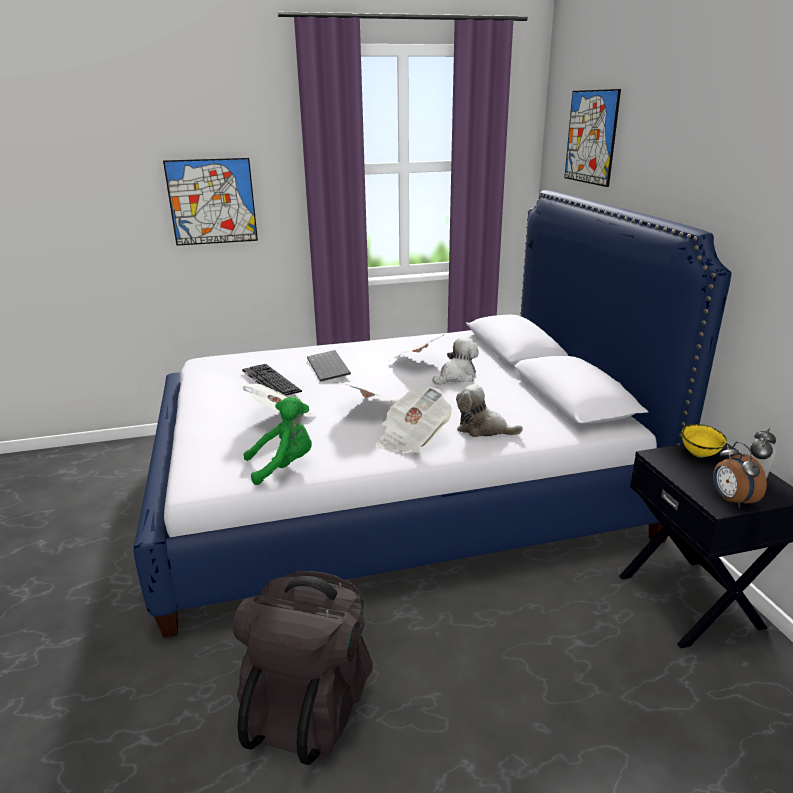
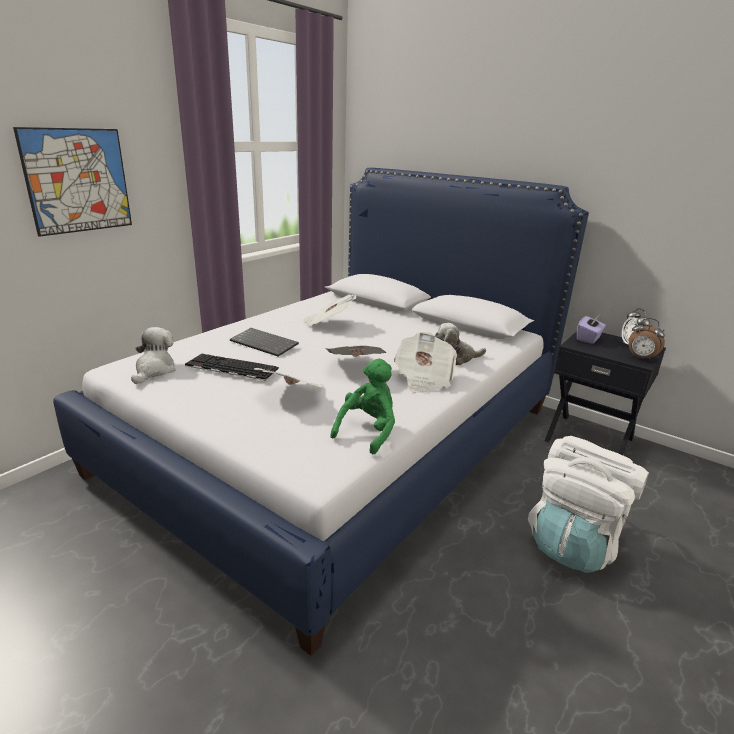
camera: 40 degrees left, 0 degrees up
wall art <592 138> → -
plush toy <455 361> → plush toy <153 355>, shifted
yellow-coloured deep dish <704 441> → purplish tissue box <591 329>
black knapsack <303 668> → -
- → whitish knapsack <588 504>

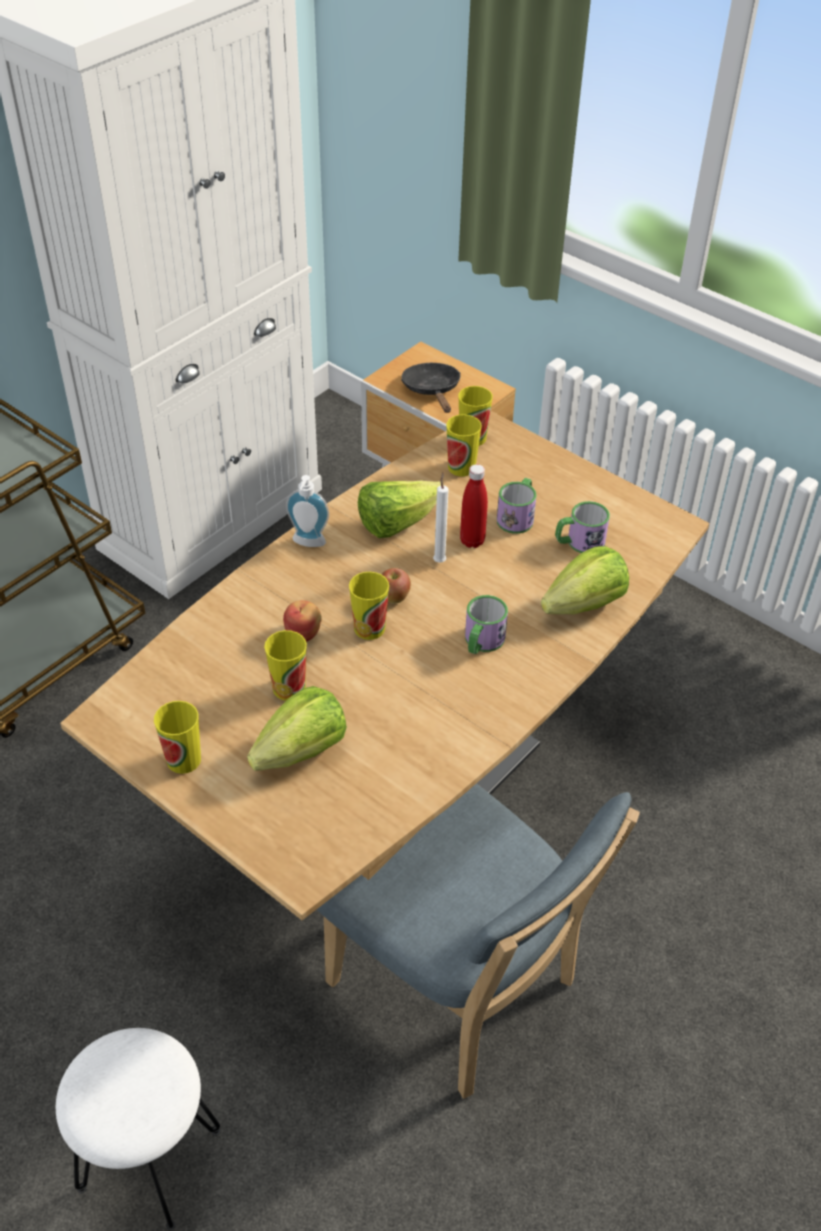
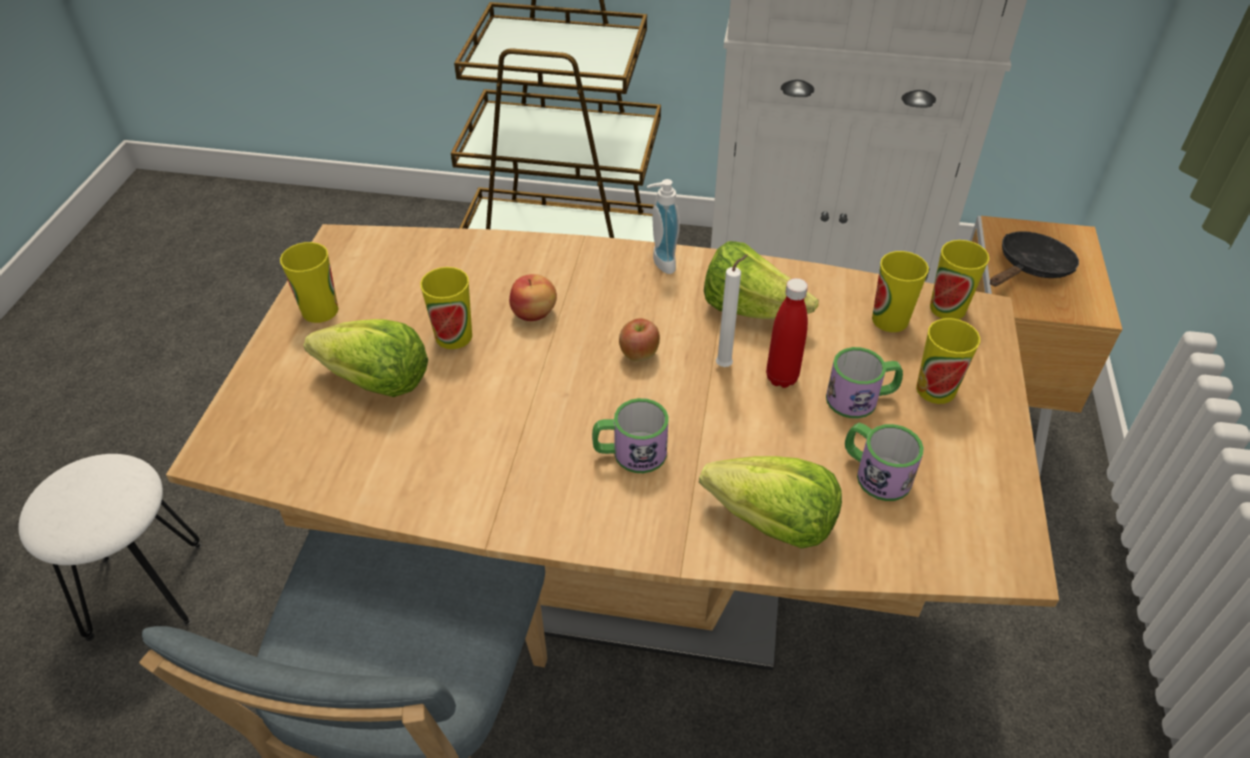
camera: 60 degrees right, 0 degrees up
small cup <369 606> → small cup <948 361>, shifted

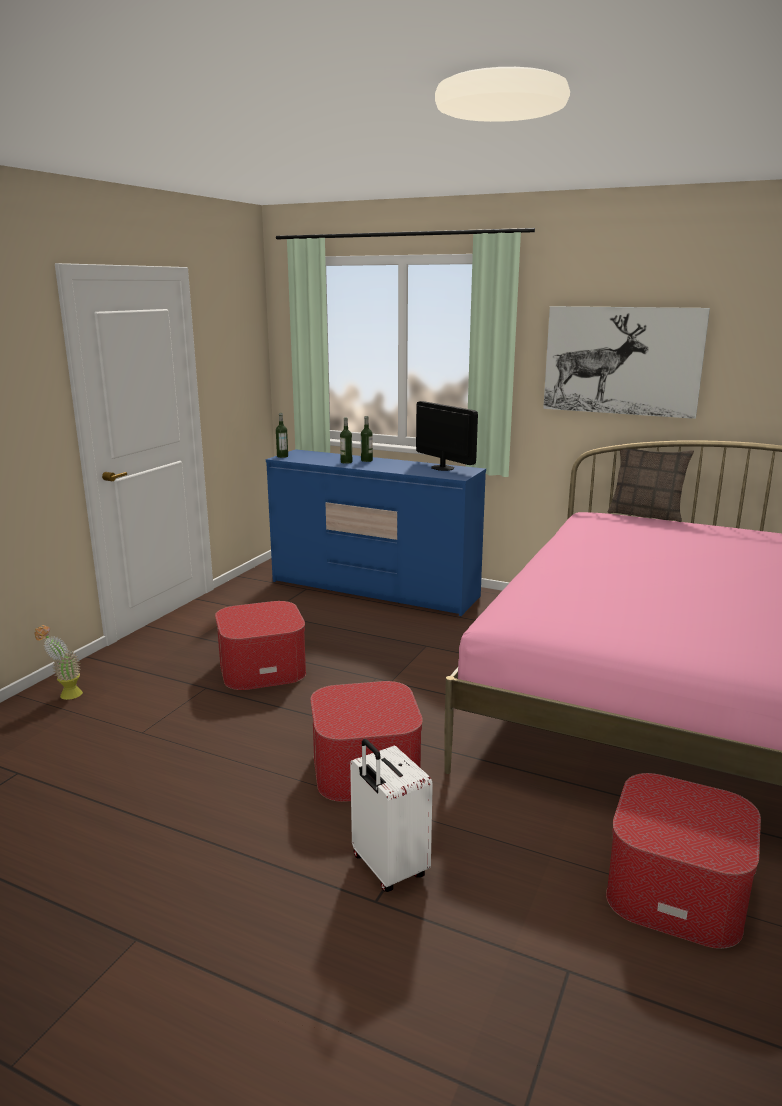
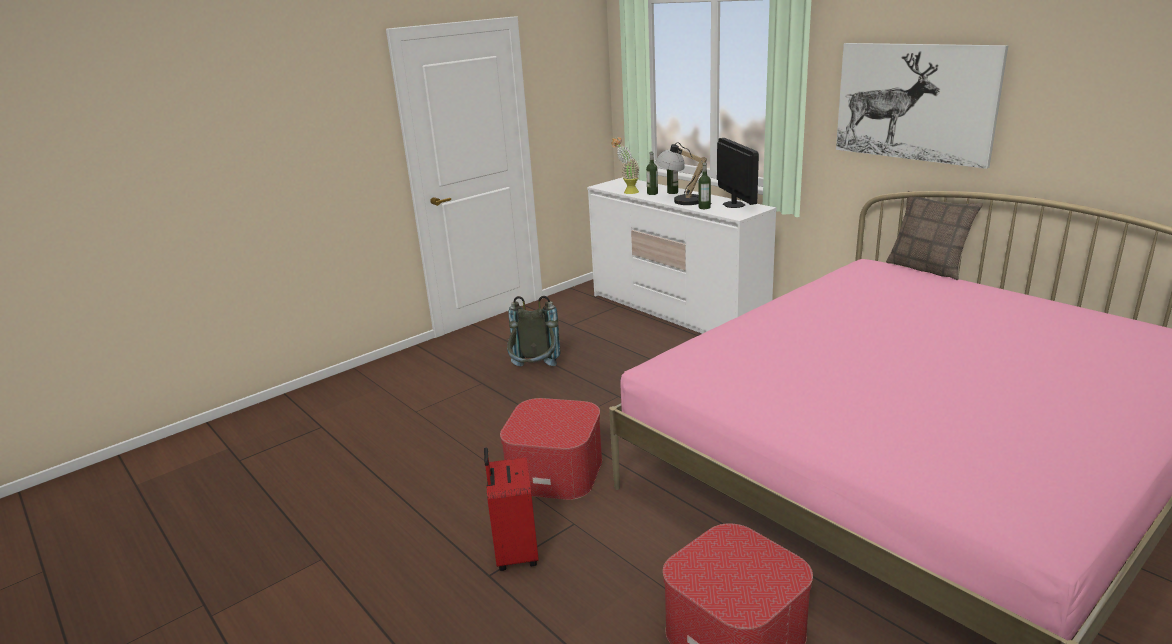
camera: 25 degrees right, 5 degrees up
bottle <282 435> → bottle <705 185>, shifted
bluish drawer chest <376 533> → whitish drawer chest <682 255>
footrest <260 645> → greyish knapsack <534 331>
potted plant <59 662> → potted plant <625 165>, shifted
whitish piece of luggage <391 815> → reddish piece of luggage <511 509>
- → lamp for a table <684 173>

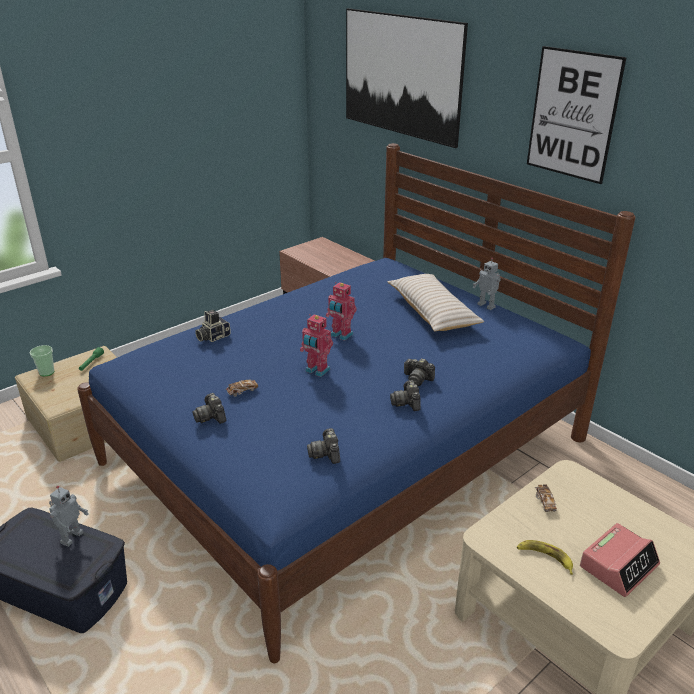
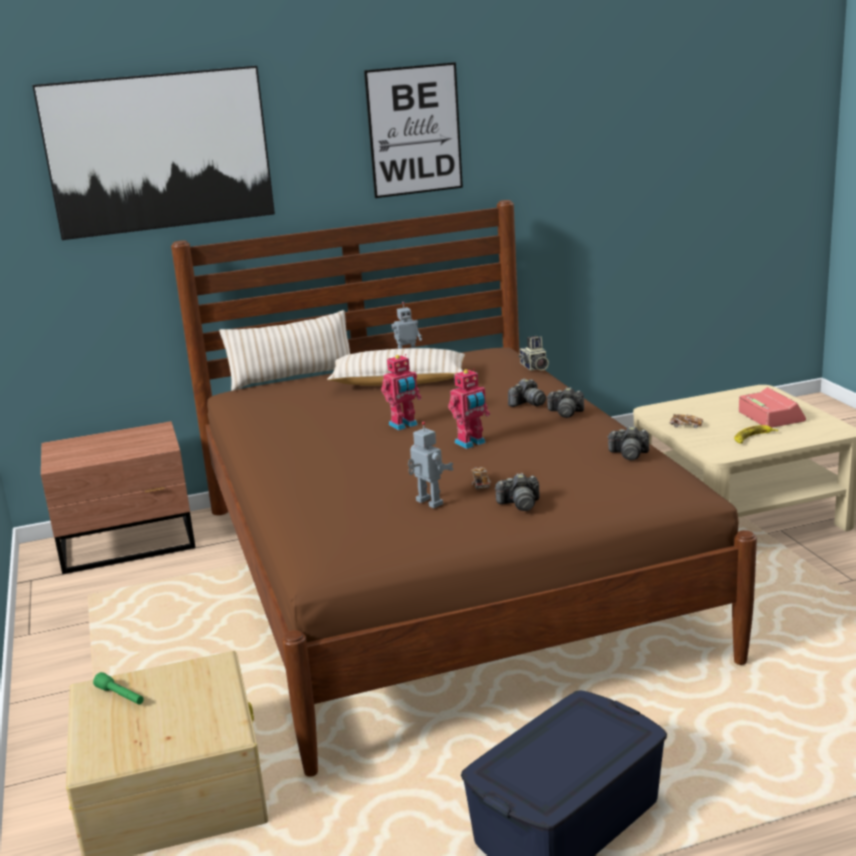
camera: 65 degrees left, 10 degrees down
bluish sleeping bed <356 403> → brownish sleeping bed <464 488>
still camera <213 326> → still camera <534 353>, shifted
small cup <42 360> → -
robot figure <69 516> → robot figure <431 464>, shifted
- → beige-coloured throw pillow <284 350>

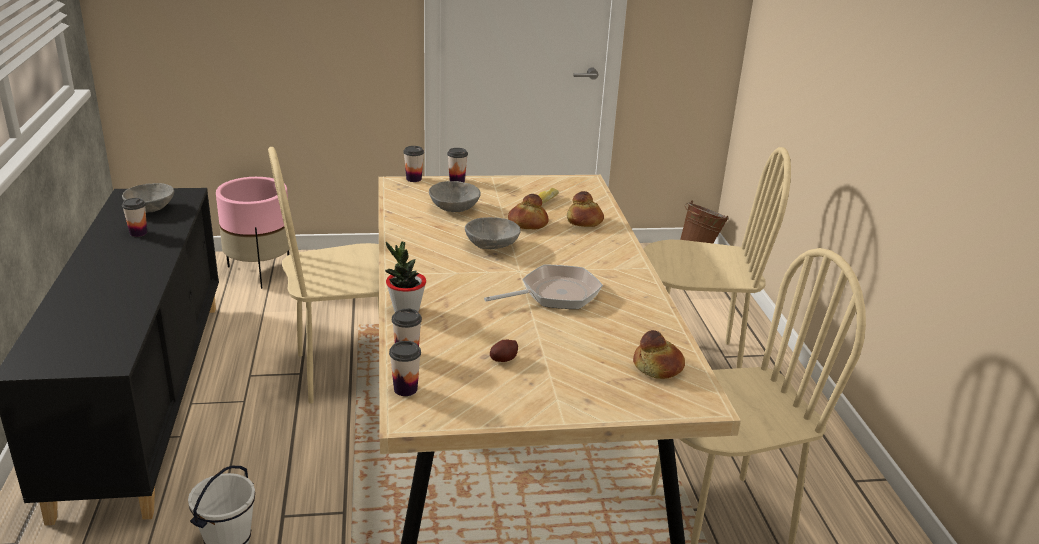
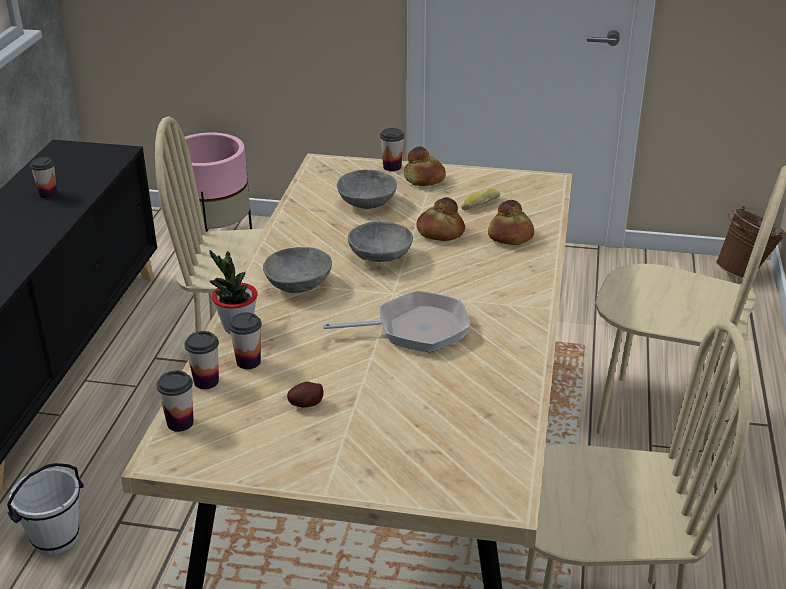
camera: 20 degrees right, 5 degrees up
small cup <413 164> → small cup <245 340>, shifted
greyish deep dish <148 198> → greyish deep dish <297 270>, shifted
bakery bread <659 354> → bakery bread <425 166>, shifted

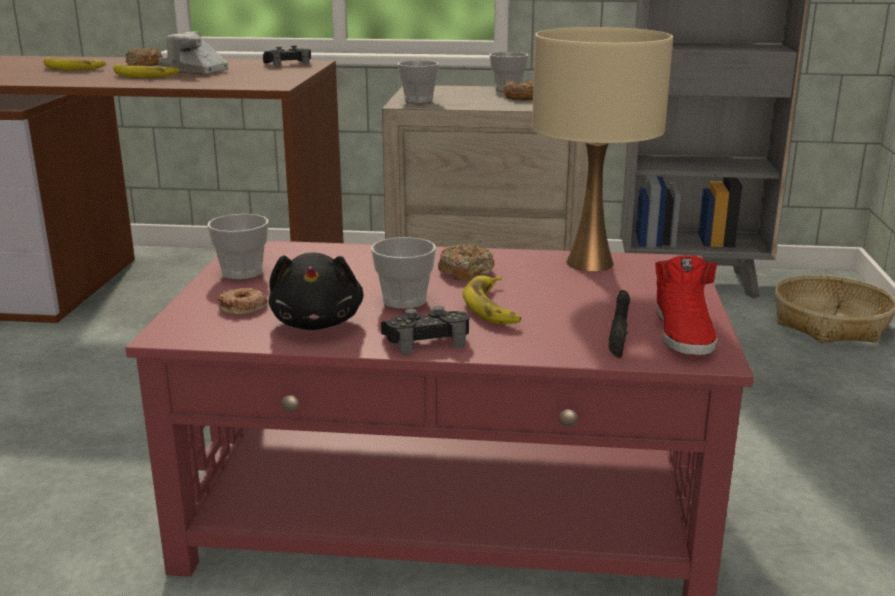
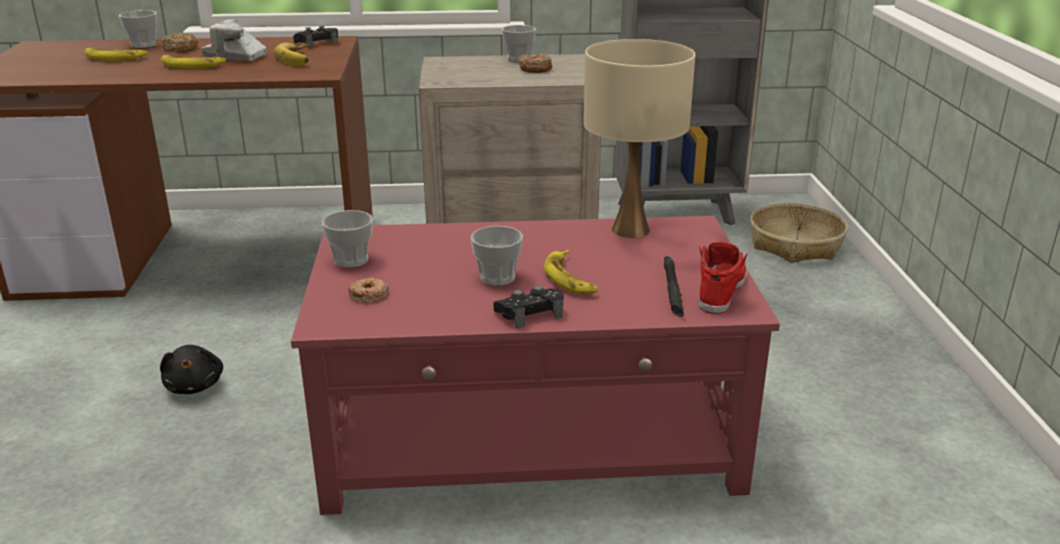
camera: 10 degrees left, 5 degrees up
small cup <418 81> → small cup <138 29>, shifted
donut <466 262> → -
black plush toy <316 291> → black plush toy <191 369>, shifted
reddish item of footwear <686 305> → reddish item of footwear <723 278>, 150 degrees counterclockwise
- → banana <291 54>

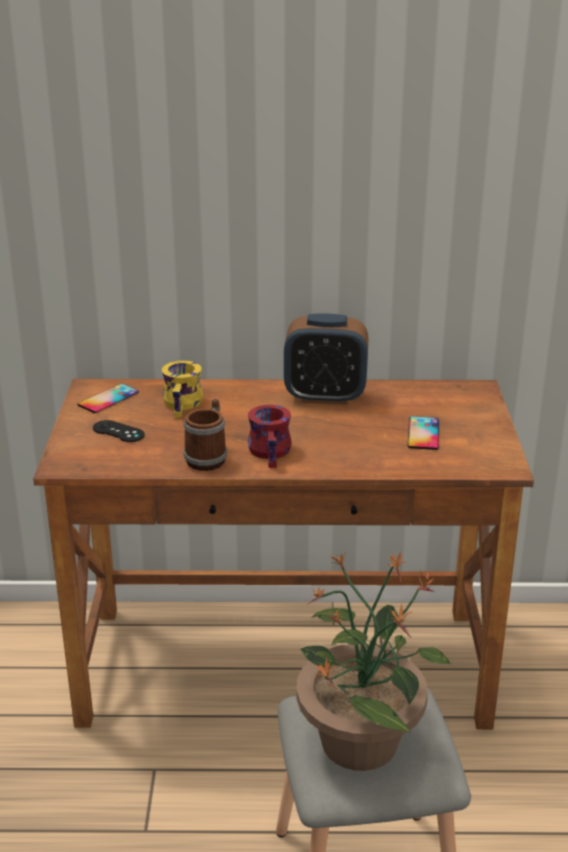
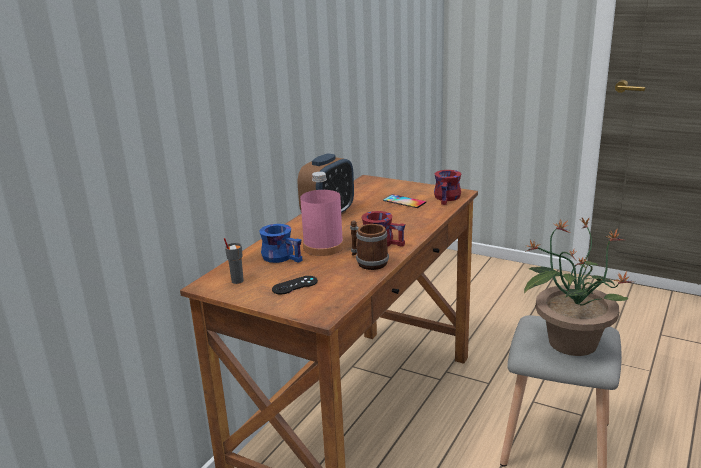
camera: 60 degrees left, 5 degrees down
yellow-coloured mug <182 389> → bluish mug <280 243>
phone <108 398> → greyish small cup <234 261>
- → reddish mug <447 187>
- → pink-coloured bottle <322 214>

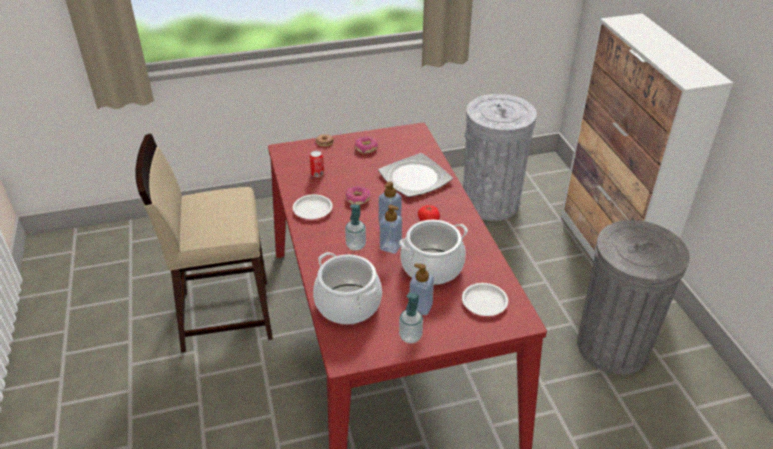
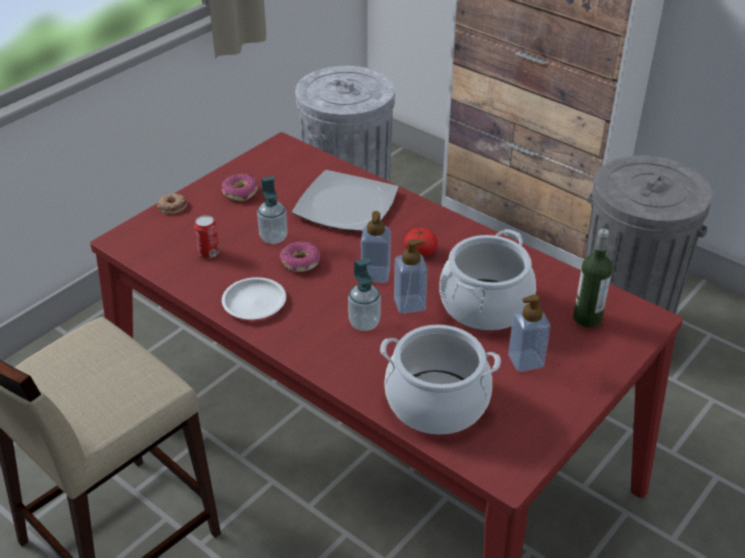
camera: 35 degrees left, 0 degrees up
whitish dinner plate <485 299> → bottle <593 278>
soap dispenser <411 318> → soap dispenser <272 210>, shifted

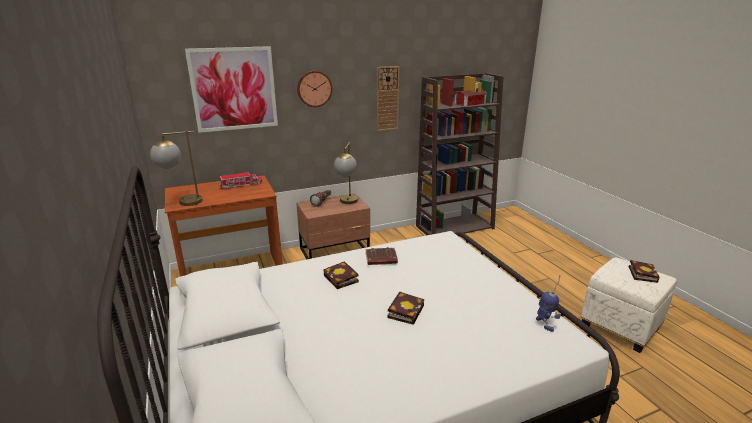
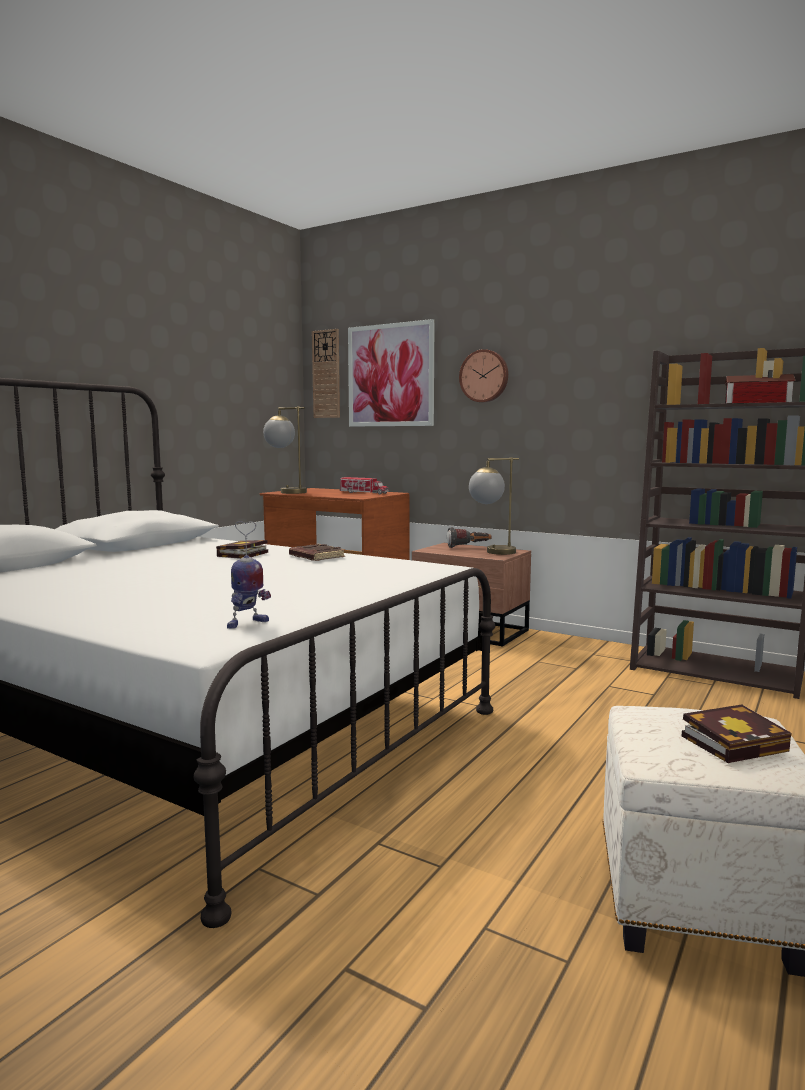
camera: 55 degrees right, 15 degrees down
wall clock <388 98> → wall clock <326 373>, shifted
bound book <405 308> → -

